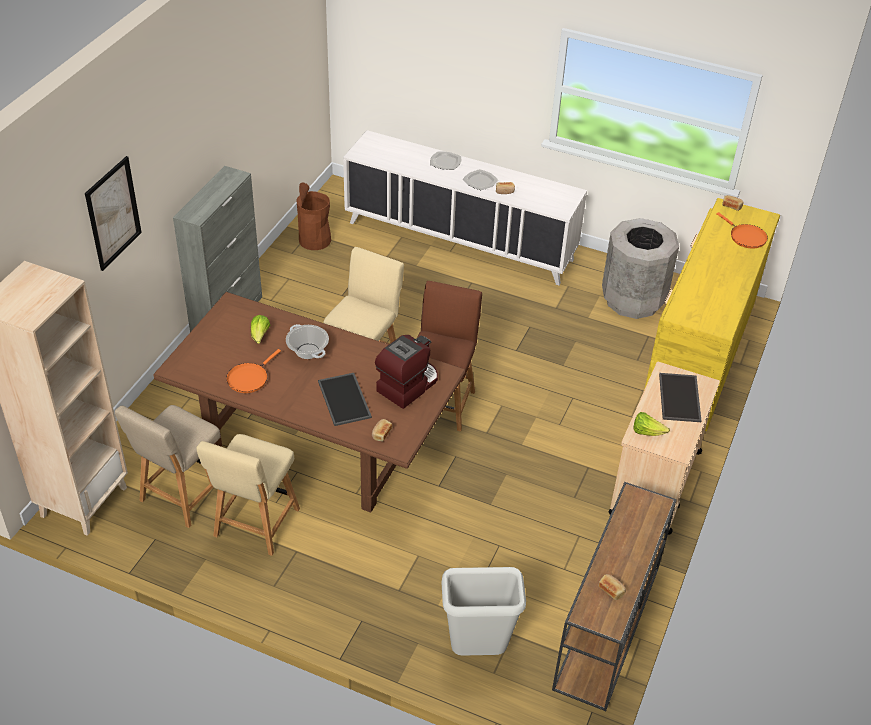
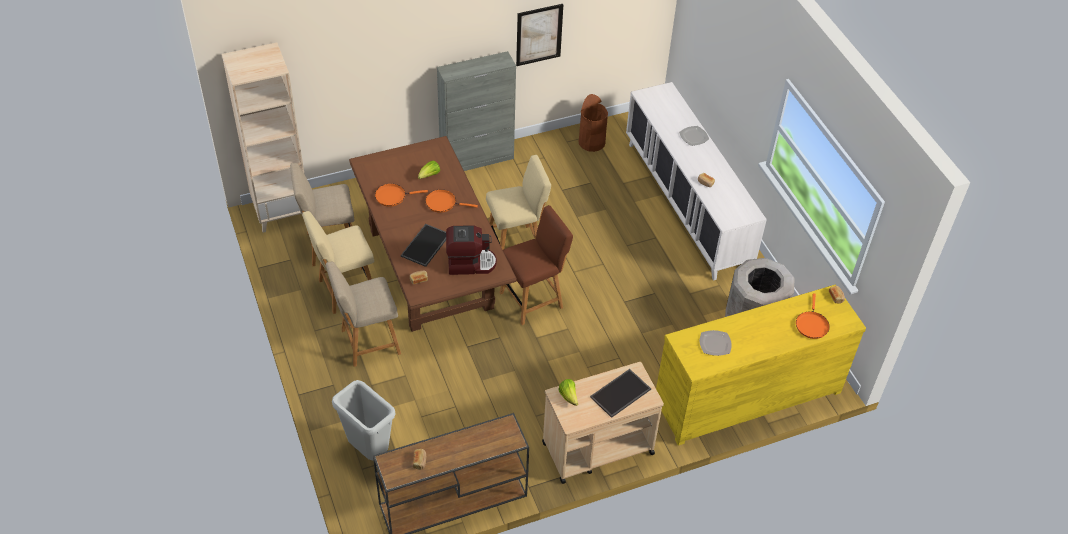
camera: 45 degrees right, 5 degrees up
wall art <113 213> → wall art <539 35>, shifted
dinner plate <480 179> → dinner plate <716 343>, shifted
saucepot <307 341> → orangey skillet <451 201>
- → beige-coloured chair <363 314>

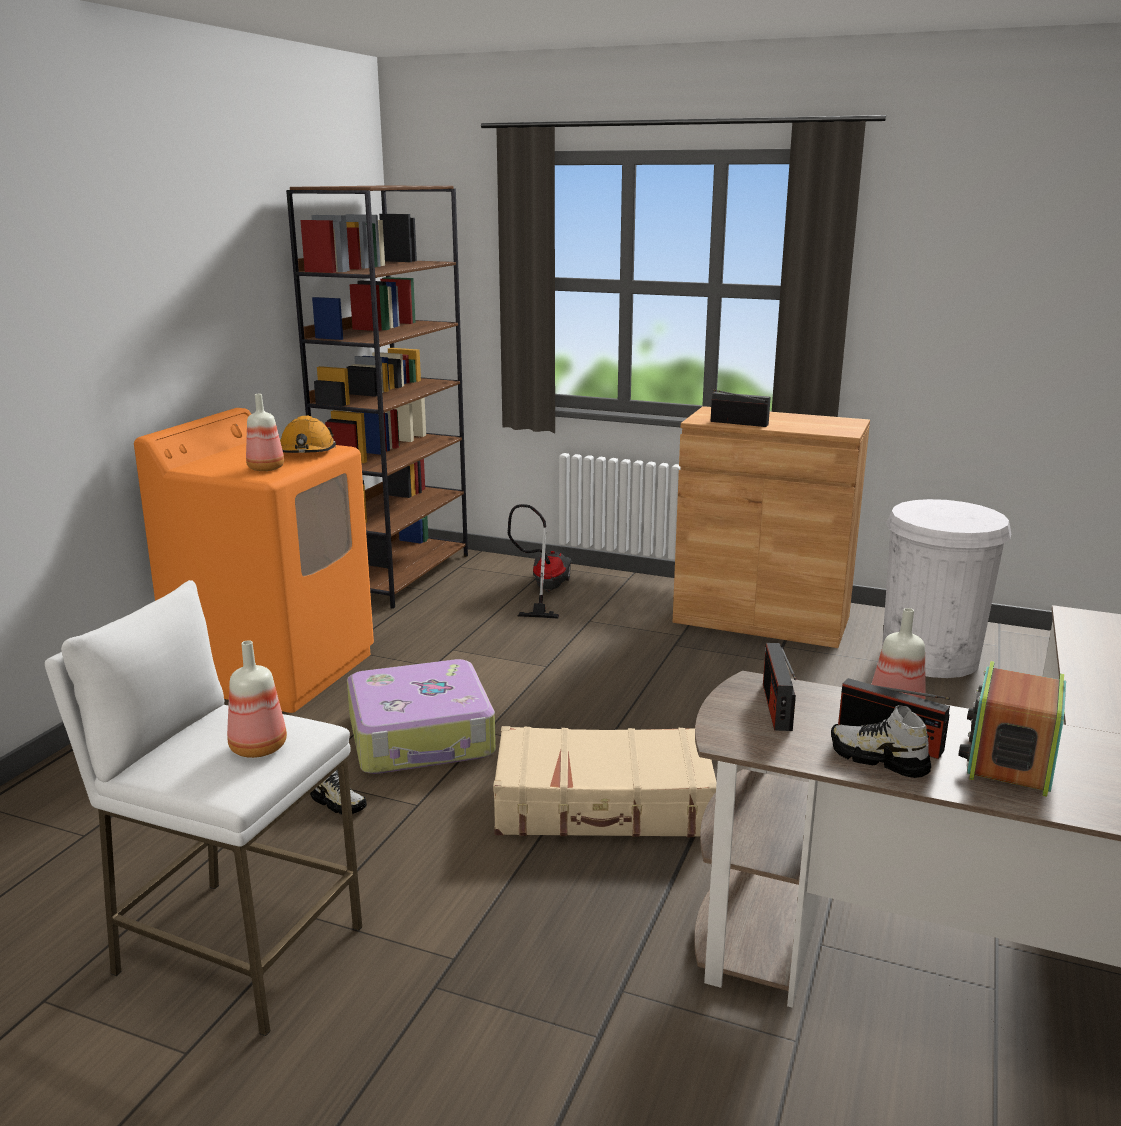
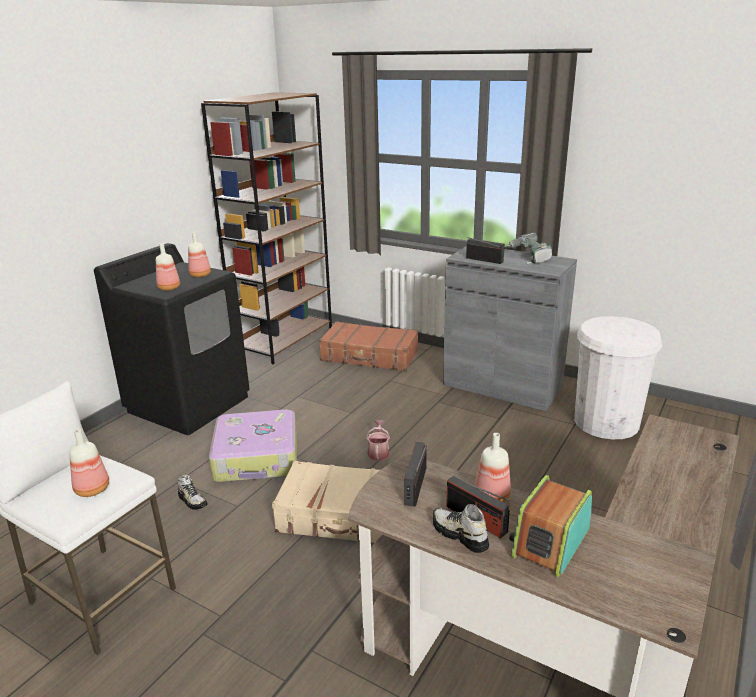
camera: 10 degrees right, 5 degrees up
brownish cabinet <771 527> → greyish cabinet <510 328>
orangey washing machine <254 560> → black washing machine <172 339>
orangey work helmet <308 434> → bottle <199 254>
vacuum cleaner <539 561> → brownish piece of luggage <368 346>
- → power drill <528 248>
- → watering pot <378 440>

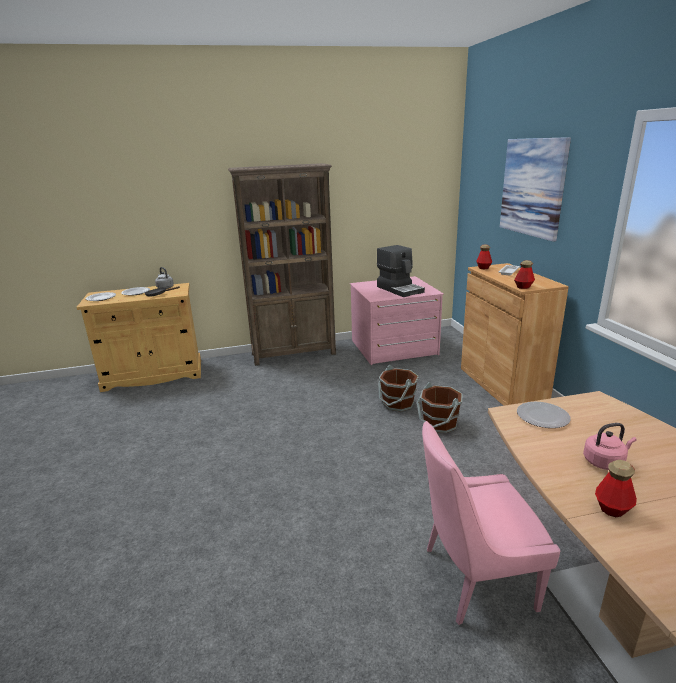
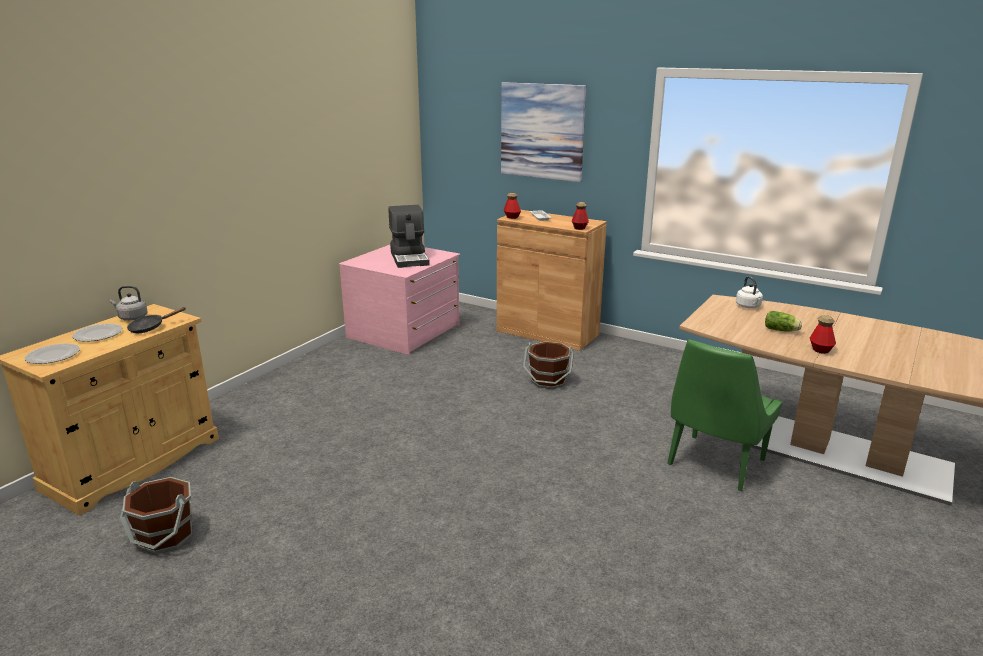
camera: 45 degrees left, 0 degrees up
brownish shelving unit <282 264> → -
coffee machine <401 271> → coffee machine <409 236>, 60 degrees clockwise
brownish pail <399 388> → brownish pail <156 515>, shifted
dinner plate <544 415> → -
pink-coloured chair <491 523> → greenish chair <725 415>
pink-coloured tea kettle <610 446> → lettuce head <783 321>
- → whitish tea kettle <749 292>

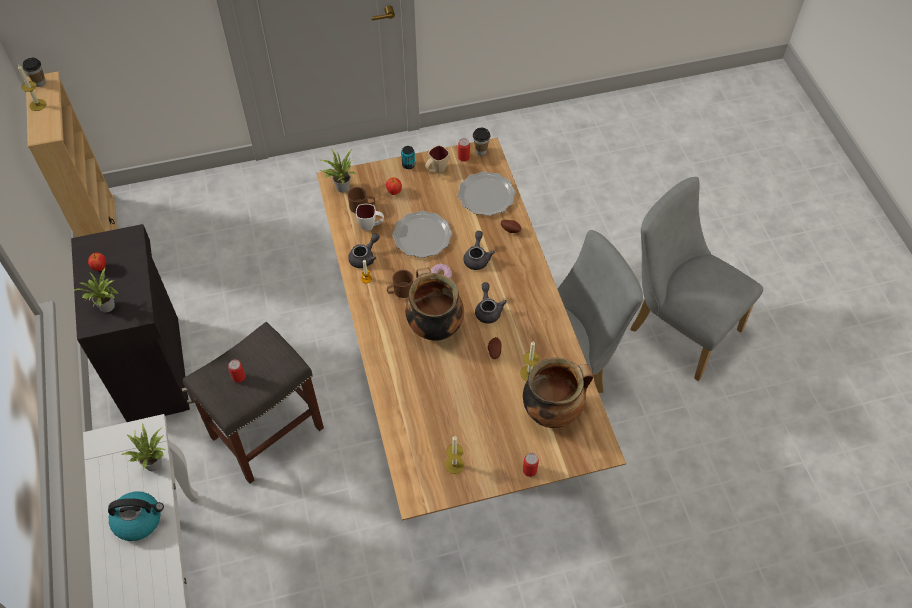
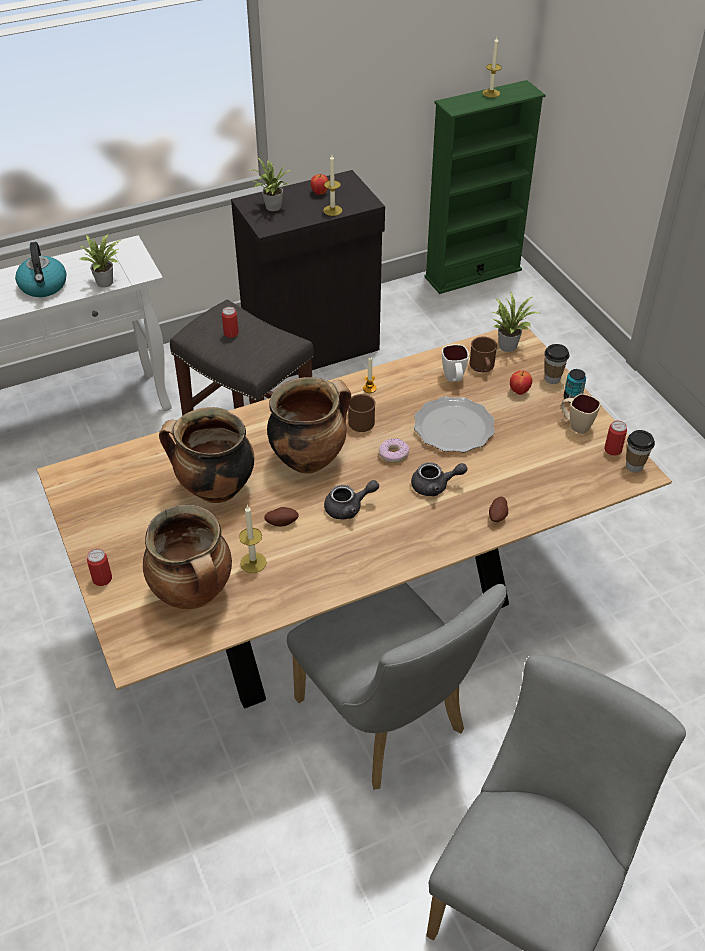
camera: 80 degrees right, 10 degrees down
small cup <34 72> → small cup <556 364>, shifted
beige-coloured shelving unit <71 154> → greenish shelving unit <485 187>
dinner plate <486 193> → -
greyish teapot <363 250> → -
wax light <455 455> → wax light <332 185>, shifted
- → saucepot <206 455>

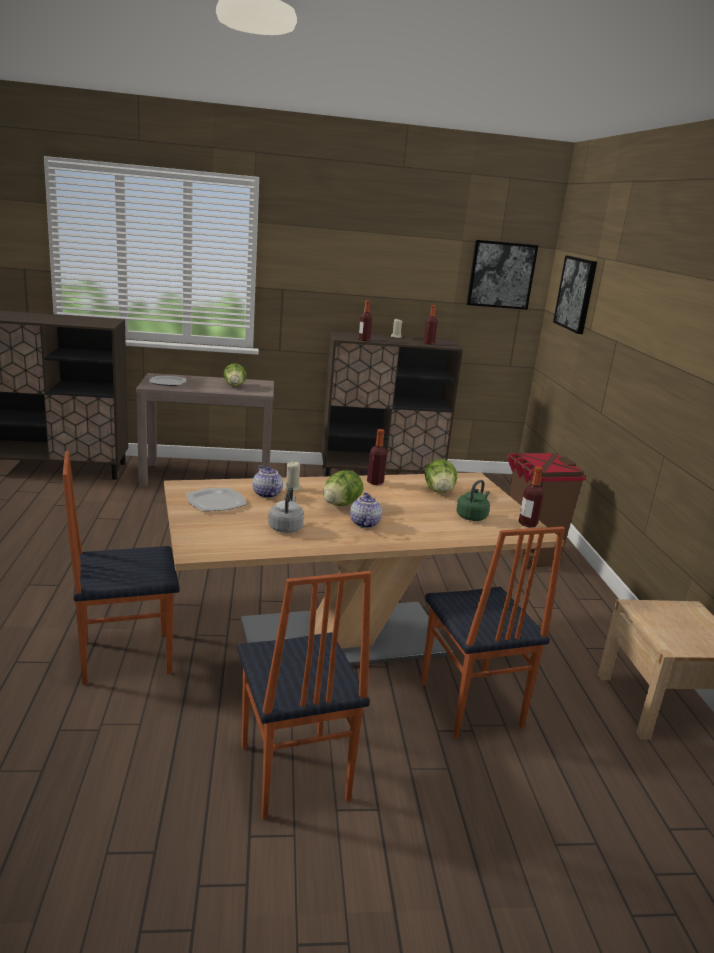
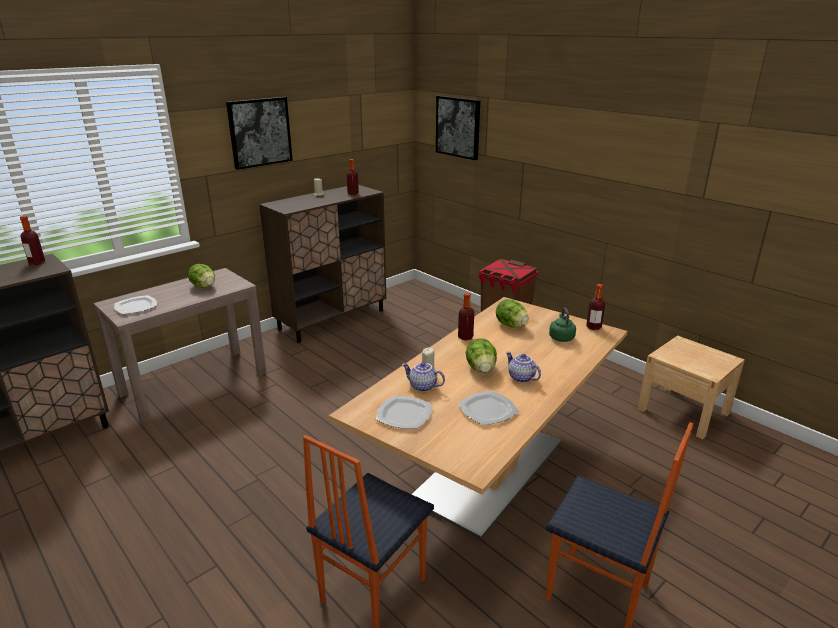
camera: 35 degrees left, 5 degrees up
wall art <502 275> → wall art <259 133>, shifted
bottle <365 320> → bottle <32 240>, shifted
greyish tea kettle <286 509> → dinner plate <488 408>
chair <493 633> → -

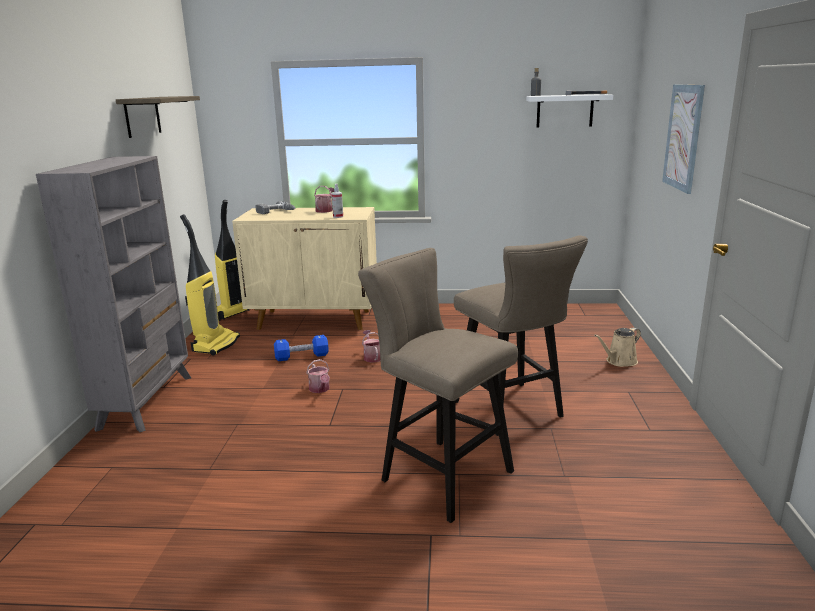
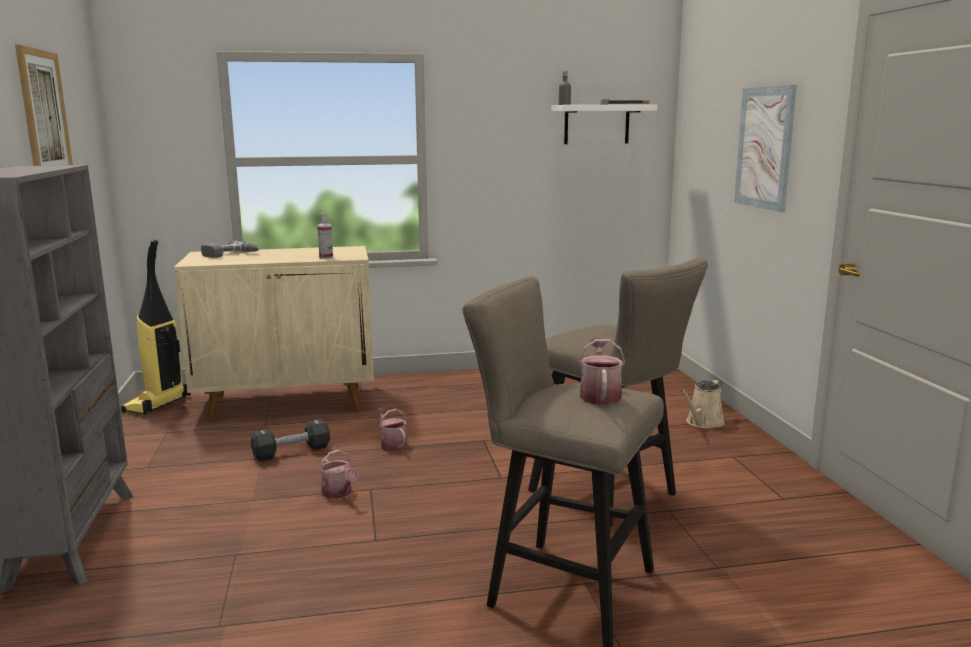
camera: 15 degrees left, 5 degrees down
shelf <158 117> → wall art <44 105>
watering pot <324 199> → watering pot <602 371>, shifted
vacuum cleaner <210 284> → -
bluish free weight <301 348> → black free weight <290 440>

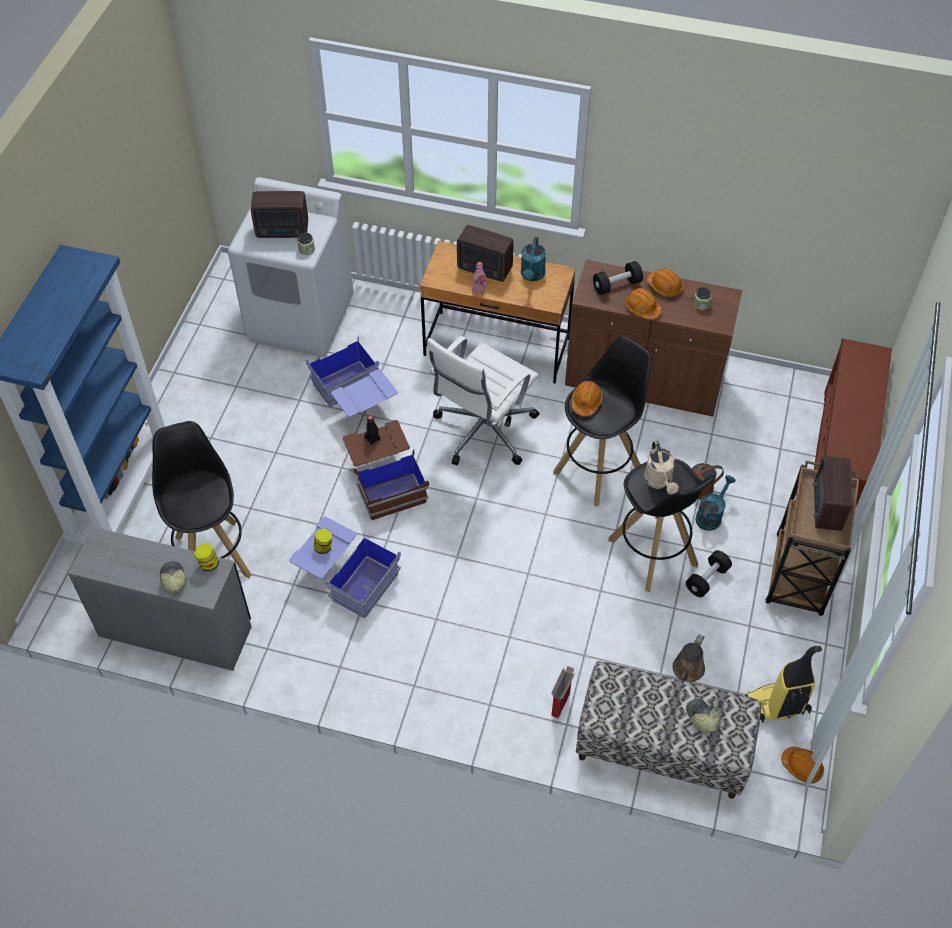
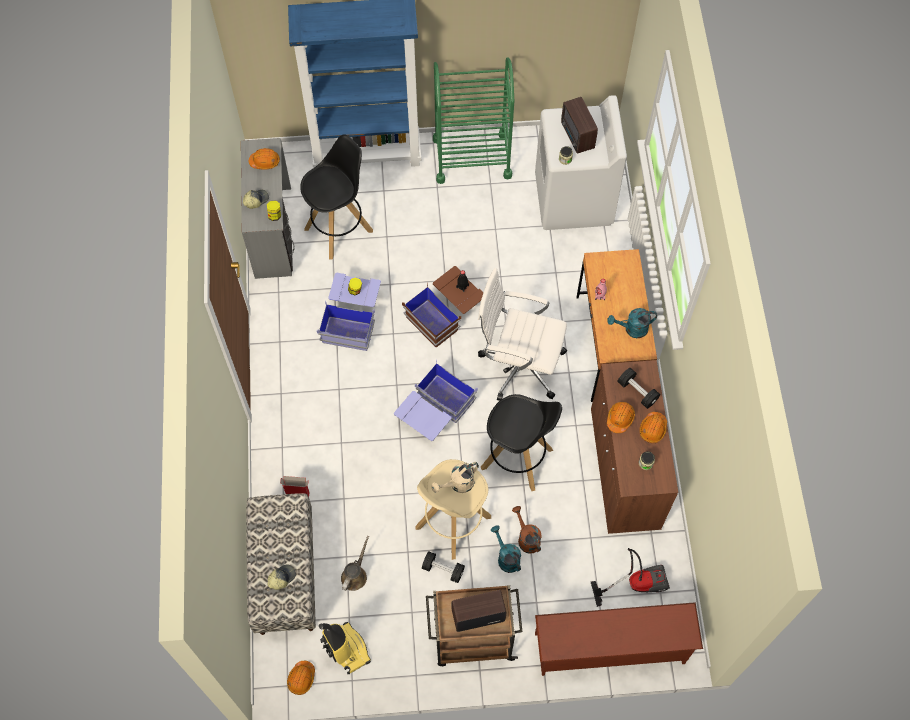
camera: 70 degrees right, 10 degrees up
radio set <485 253> → -
bluish storage container <352 376> → bluish storage container <436 400>, shifted
orangey work helmet <587 398> → orangey work helmet <264 159>, shifted
black sitting stool <661 525> → beige-coloured sitting stool <453 509>
turquoise-coloured watering pot <715 503> → turquoise-coloured watering pot <506 549>, 135 degrees counterclockwise
brownish watering pot <688 658> → brownish watering pot <355 563>, 105 degrees clockwise
- → greenish cart <473 120>
- → vacuum cleaner <630 577>

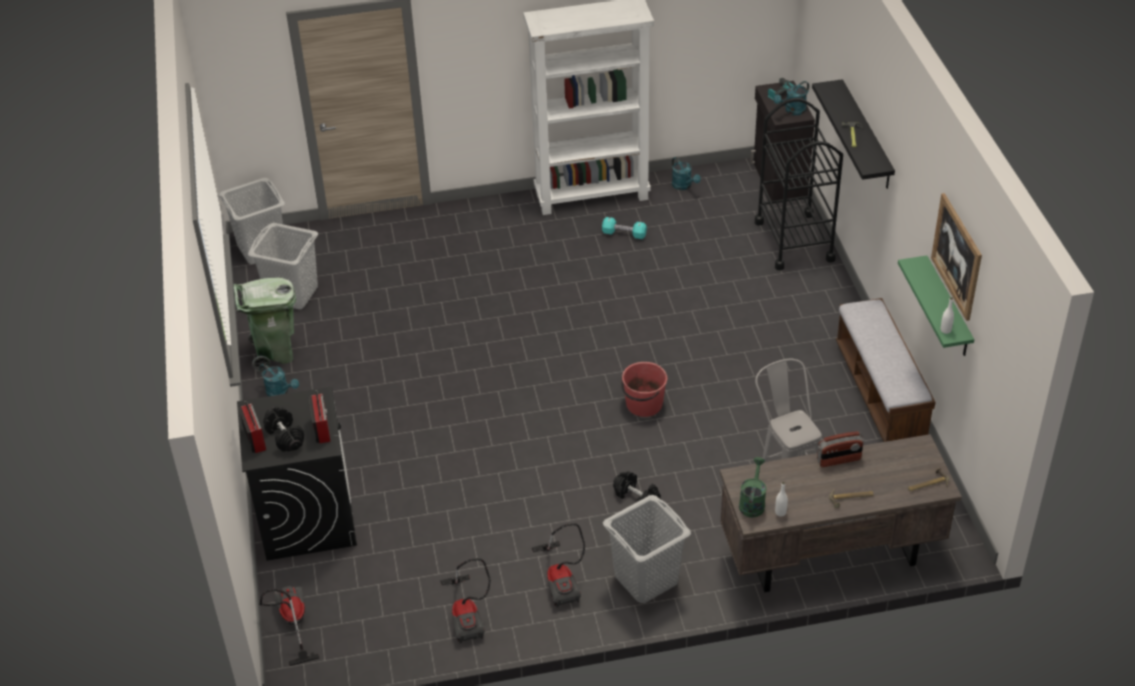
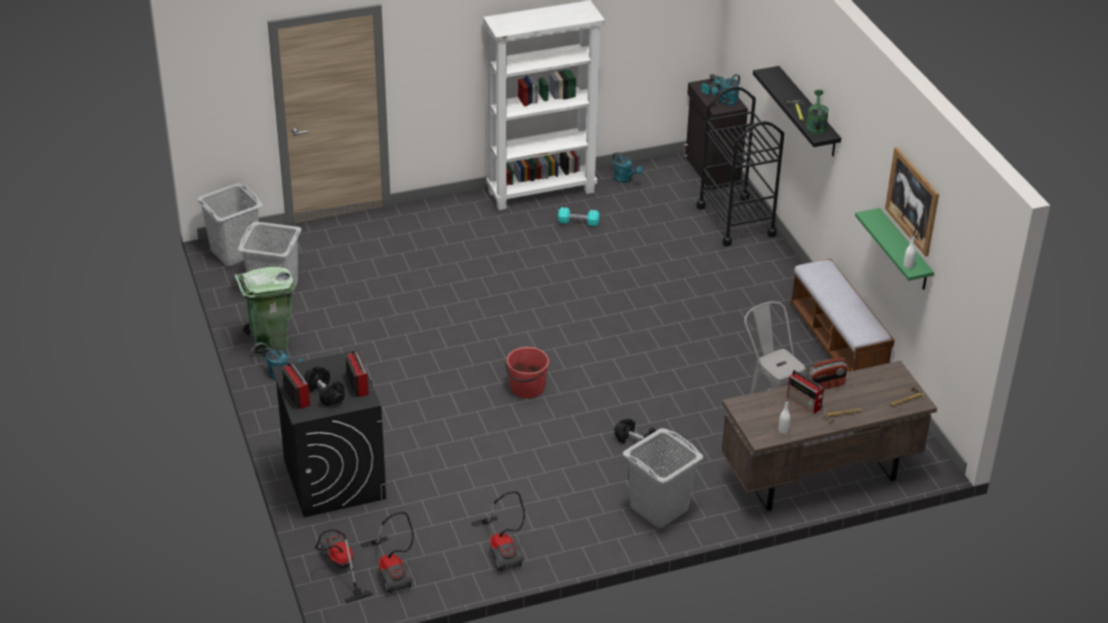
camera: 10 degrees left, 5 degrees down
reddish pail <644 389> → reddish pail <527 372>, shifted
greenish watering pot <753 487> → greenish watering pot <817 112>, shifted
vacuum cleaner <558 565> → vacuum cleaner <387 553>, shifted
- → radio set <805 392>

